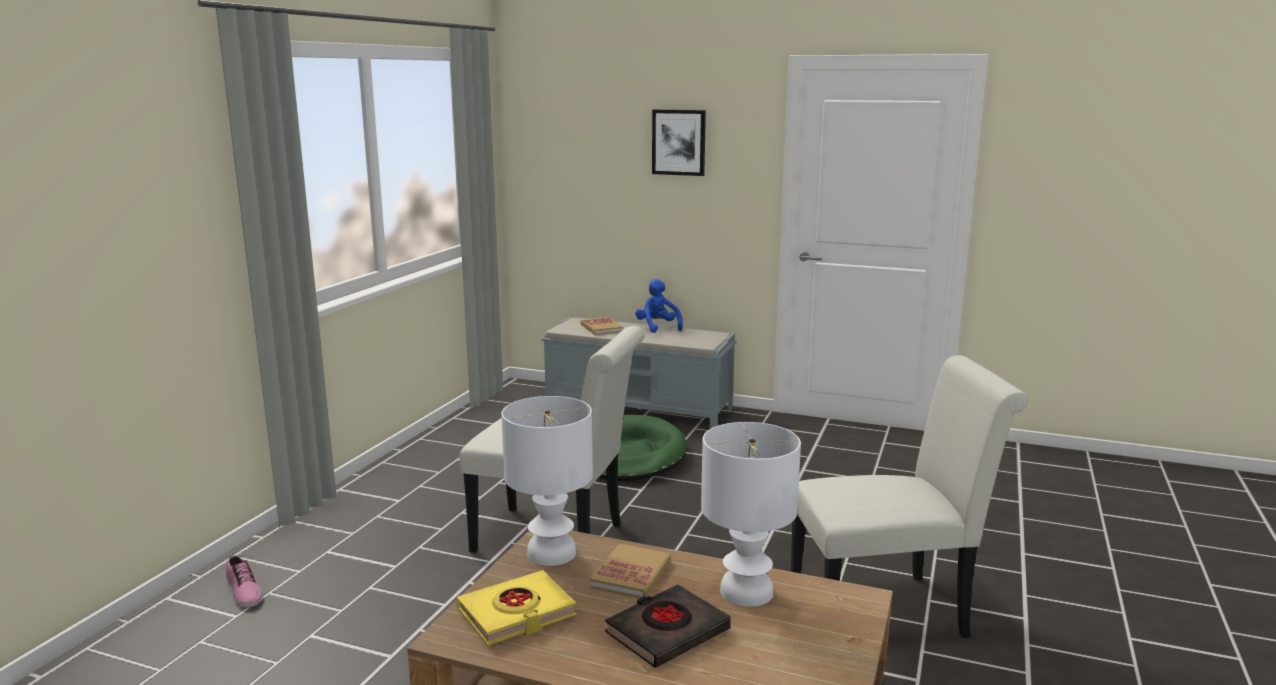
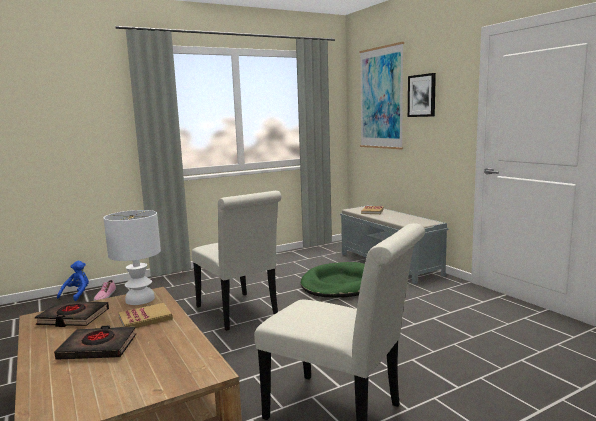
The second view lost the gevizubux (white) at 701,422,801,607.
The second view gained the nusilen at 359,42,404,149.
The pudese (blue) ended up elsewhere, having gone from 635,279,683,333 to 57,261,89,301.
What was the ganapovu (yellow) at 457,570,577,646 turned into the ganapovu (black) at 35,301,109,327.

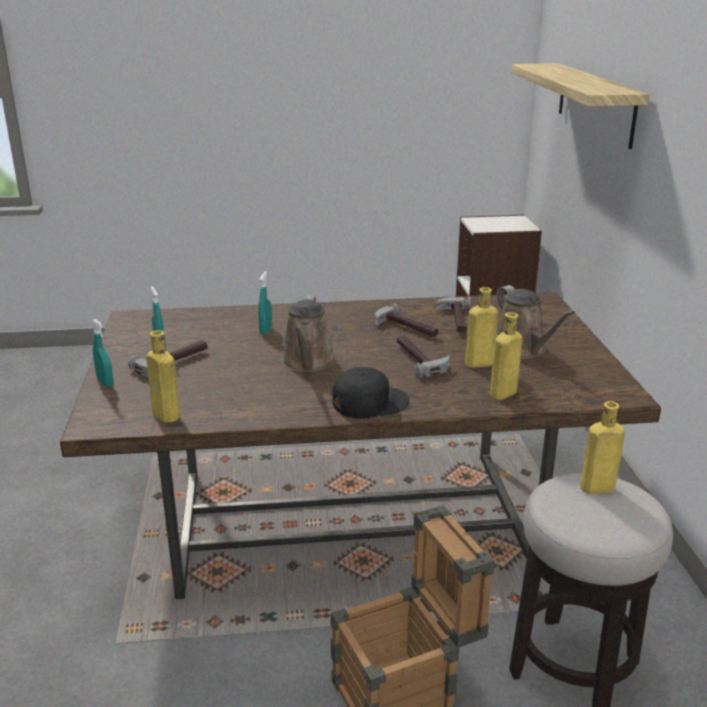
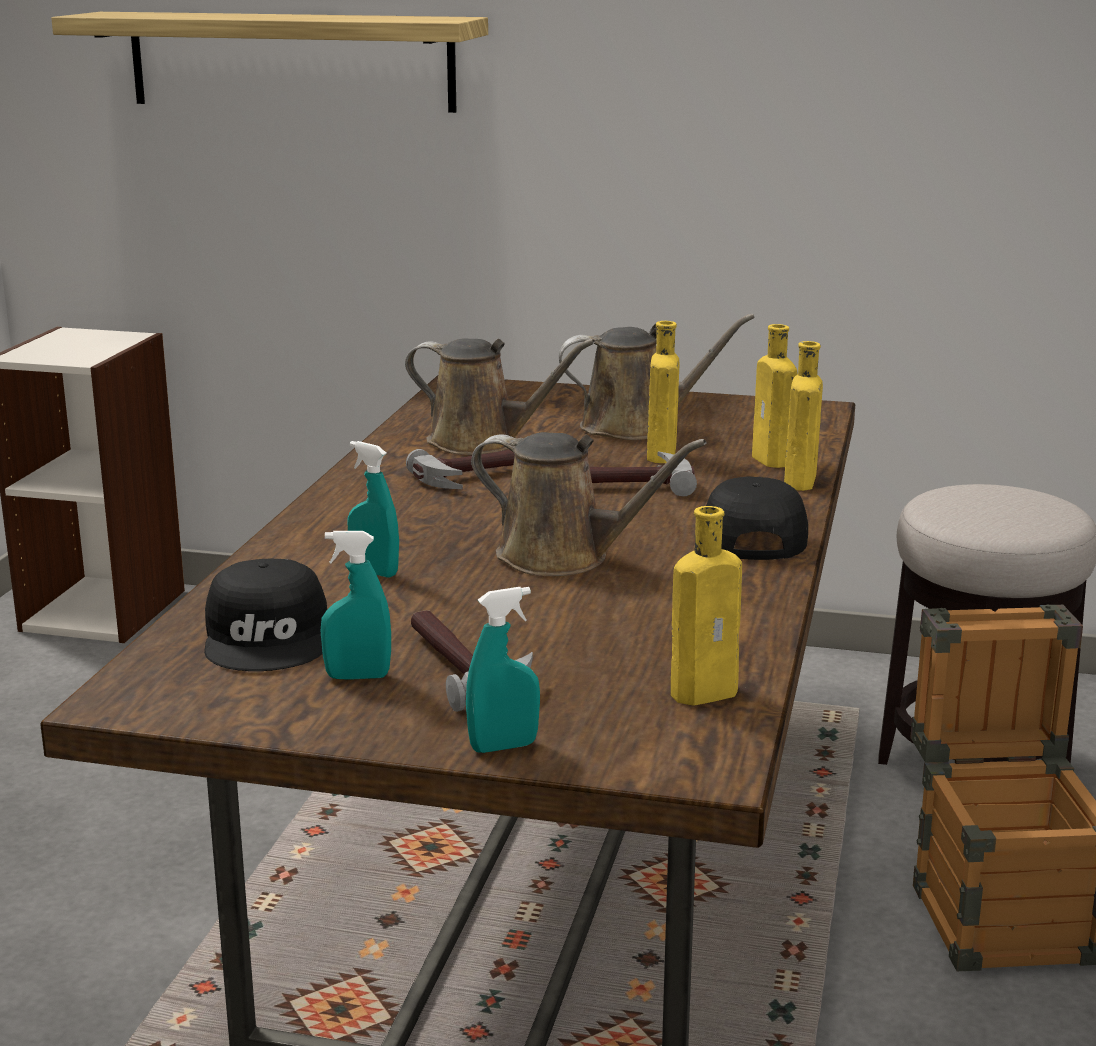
The second view gained the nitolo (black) at 204,559,327,671.
The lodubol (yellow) ended up elsewhere, having gone from 580,401,625,494 to 784,341,823,491.
Where the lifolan stood at 435,297,471,332, the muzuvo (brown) came to stand at 405,338,595,455.

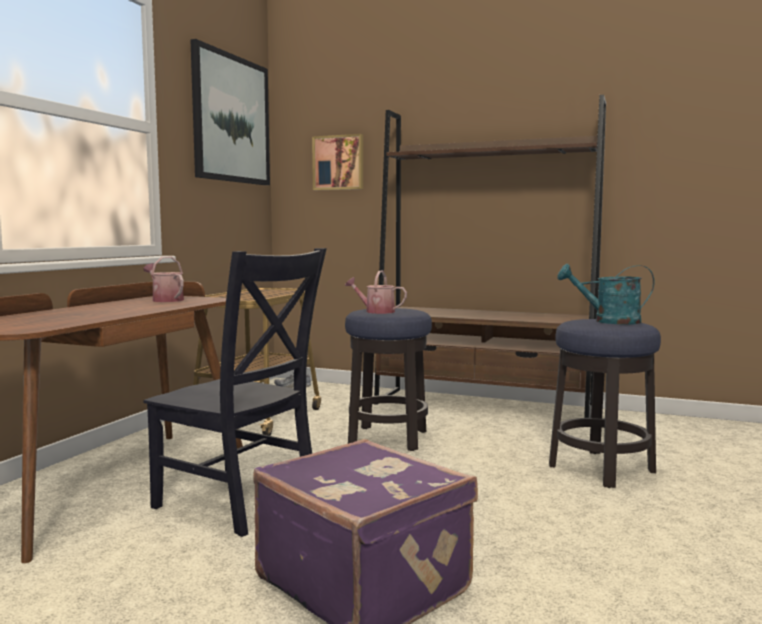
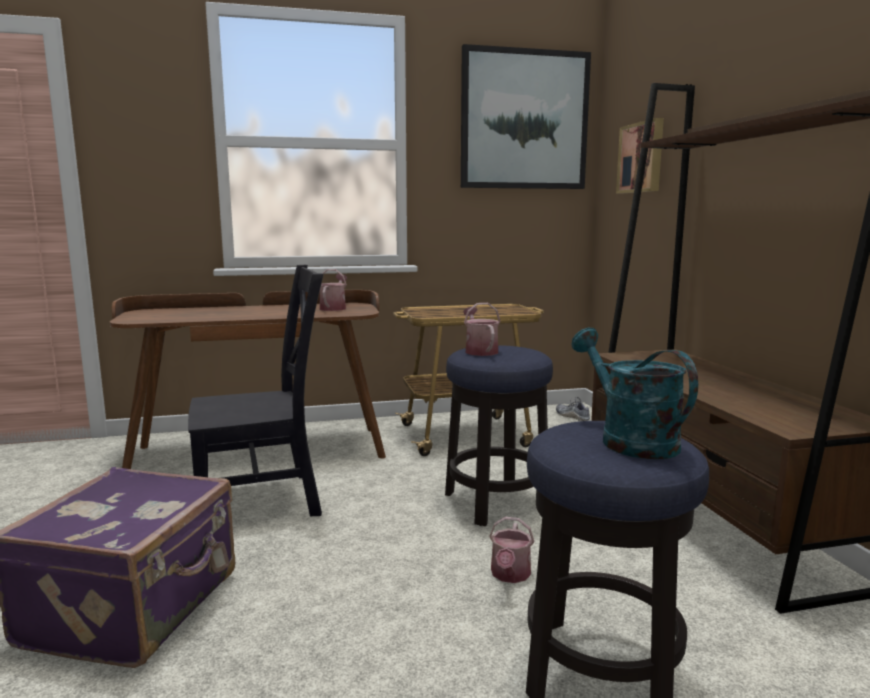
The second view gained the muzuvo at 489,517,534,583.
The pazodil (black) at 143,248,327,537 ended up facing another way, 105 degrees counterclockwise from before.

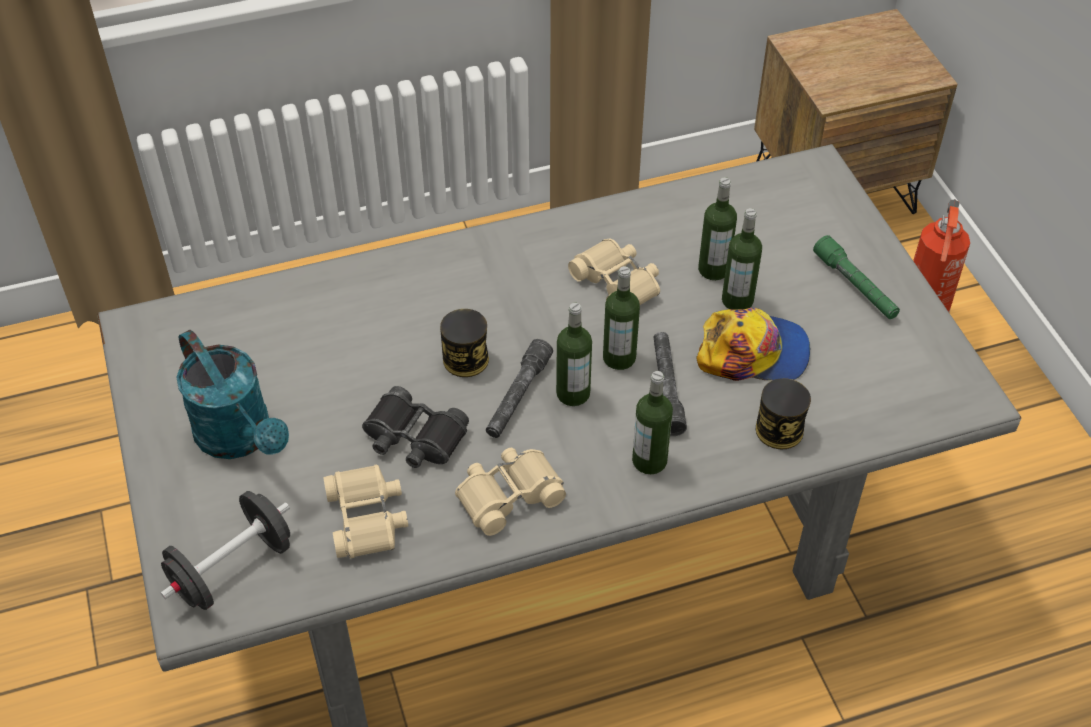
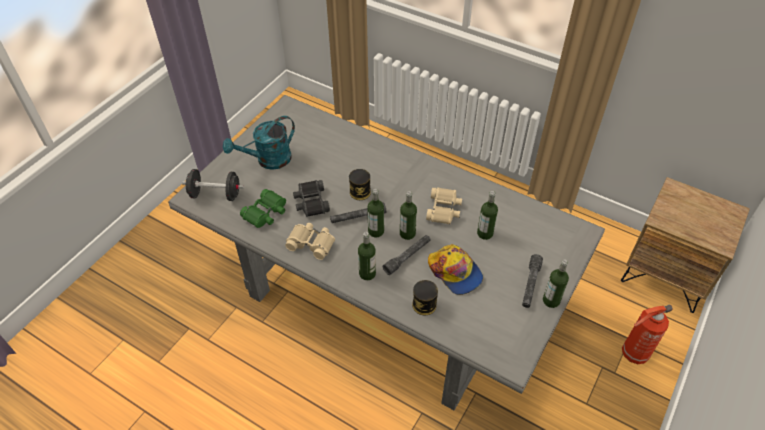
The lodubol ended up elsewhere, having gone from 722,208,762,309 to 543,260,569,308.
What was the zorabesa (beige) at 323,464,408,558 turned into the zorabesa (green) at 240,189,286,228.
What was the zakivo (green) at 813,235,900,319 turned into the zakivo (grey) at 522,254,543,308.
The muzuvo (turquoise) at 176,330,289,459 ended up facing another way, 45 degrees clockwise from before.

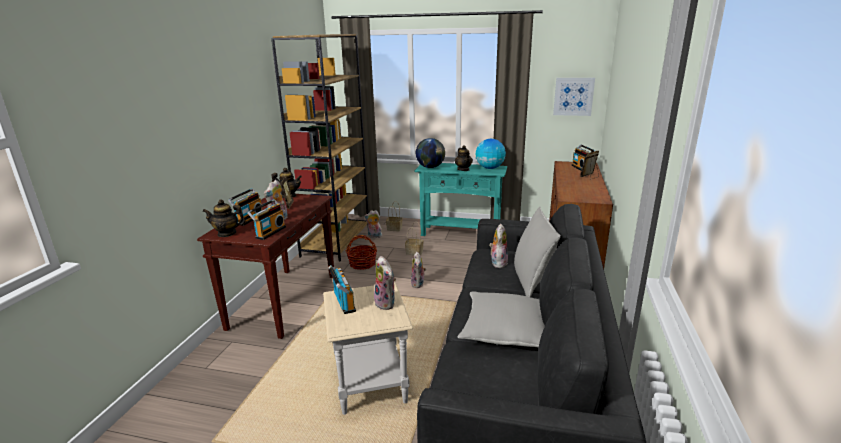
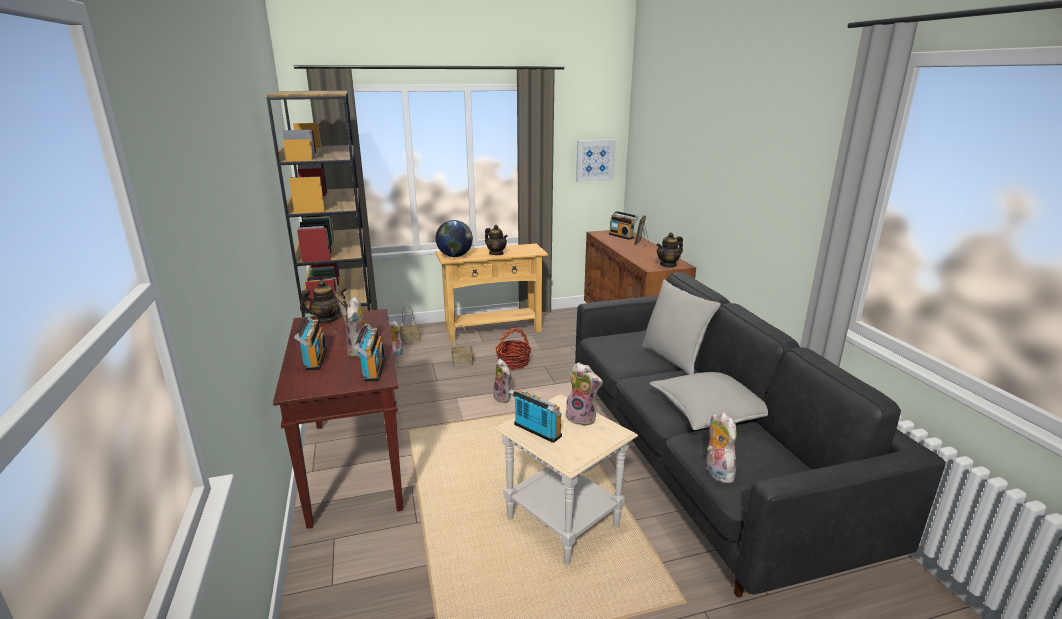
The second view lost the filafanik at 476,139,506,169.
The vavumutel ended up elsewhere, having gone from 202,200,246,237 to 656,232,683,268.
The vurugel ended up elsewhere, having gone from 346,235,377,270 to 495,328,532,370.
The pudese ended up elsewhere, having gone from 489,224,508,268 to 706,412,737,483.
What was the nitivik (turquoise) at 415,163,507,236 turned into the nitivik (beige) at 436,243,548,343.

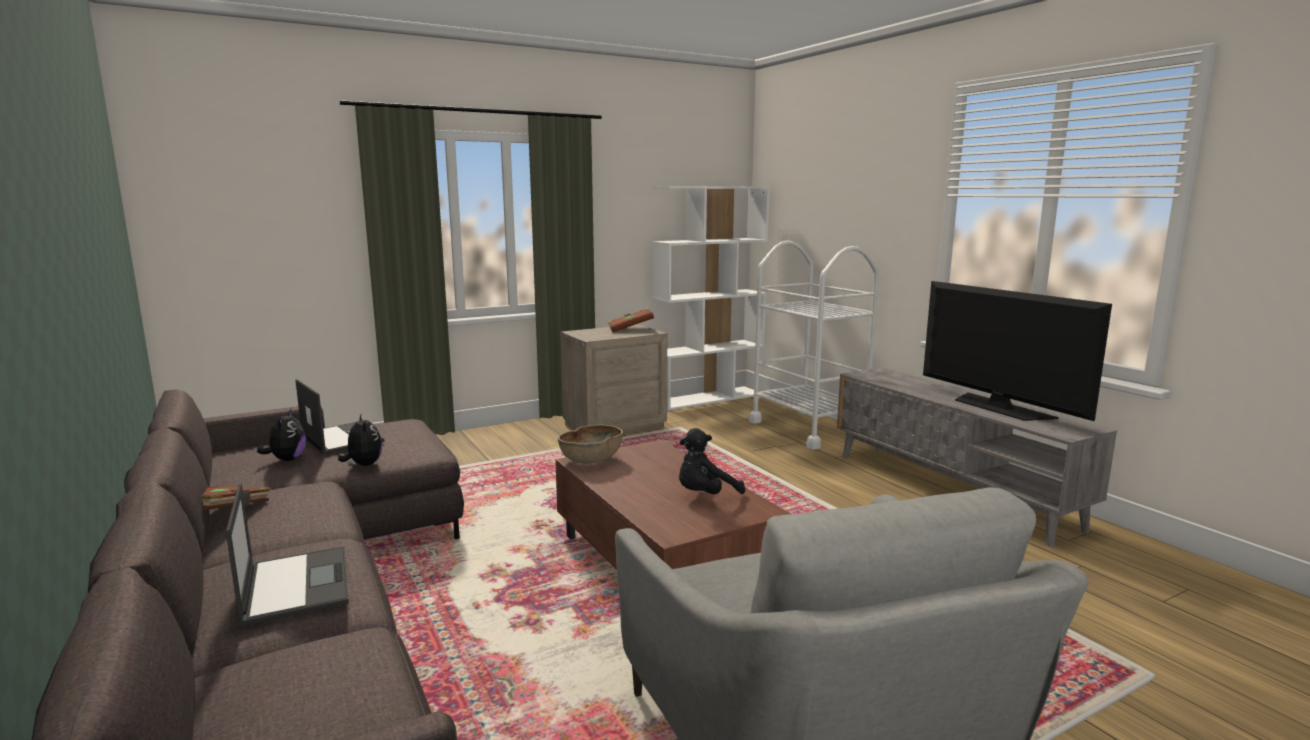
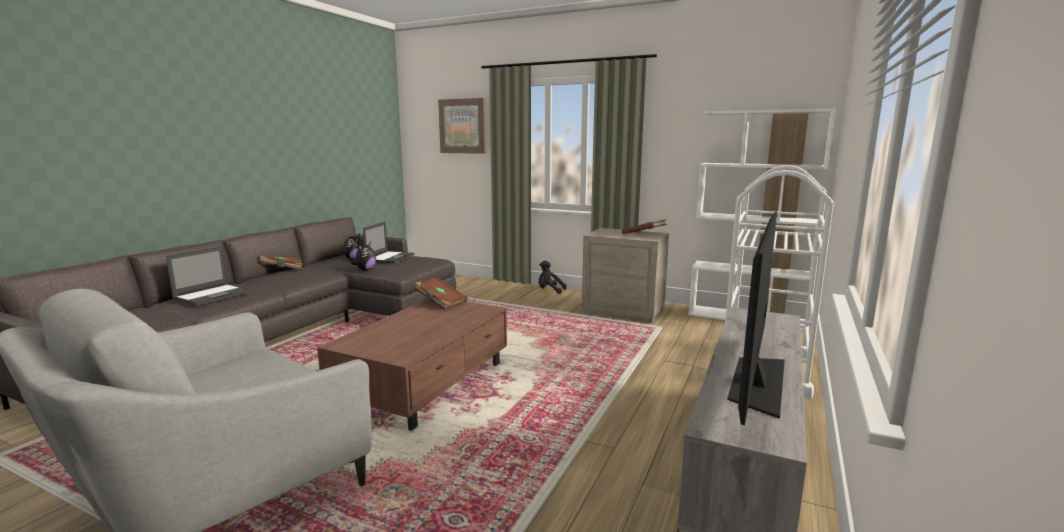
The second view gained the nusilen at 438,98,486,154.
The pudese (black) ended up elsewhere, having gone from 679,428,745,494 to 538,261,567,294.
Where the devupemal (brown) stood at 558,425,623,464, the ganapovu (brown) came to stand at 414,278,467,310.

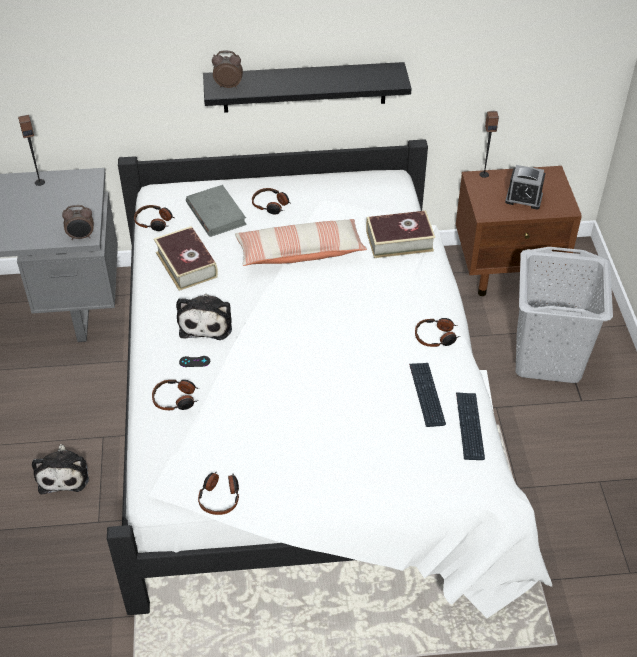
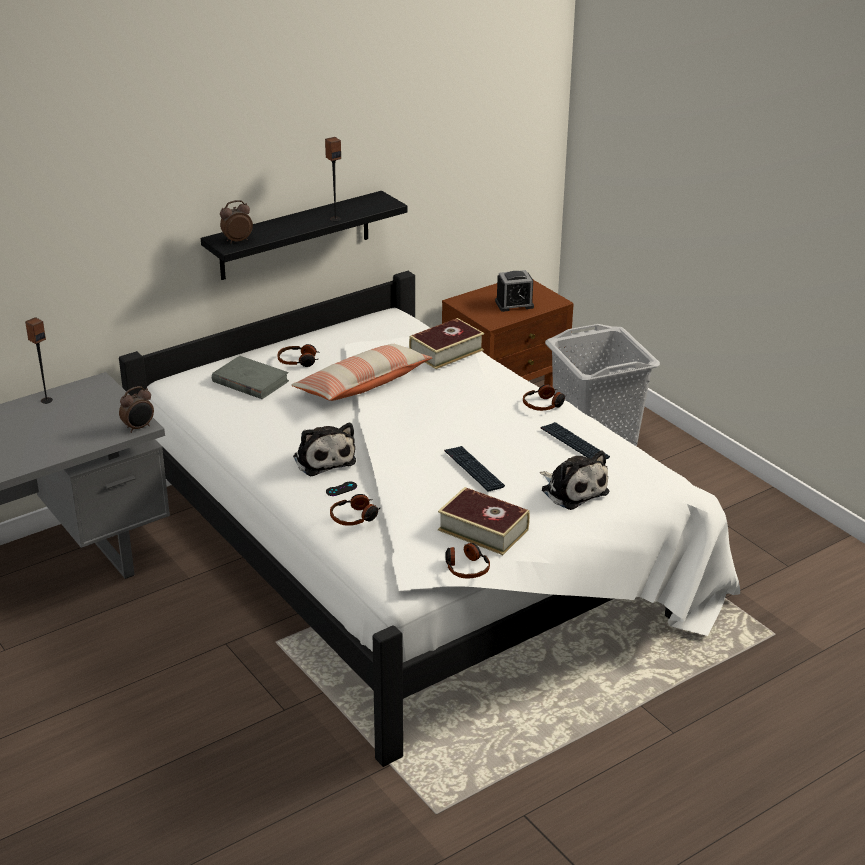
The second view lost the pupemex at 134,205,174,231.
The pudese ended up elsewhere, having gone from 32,444,89,494 to 540,450,610,510.
The ganapovu ended up elsewhere, having gone from 154,226,218,291 to 438,487,530,555.
The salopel ended up elsewhere, having gone from 456,392,485,460 to 444,446,505,492.
The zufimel ended up elsewhere, having gone from 480,111,499,178 to 325,137,341,222.

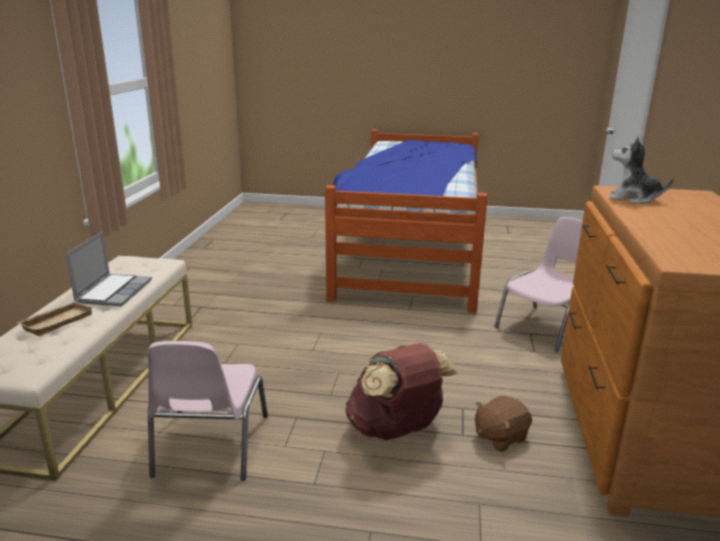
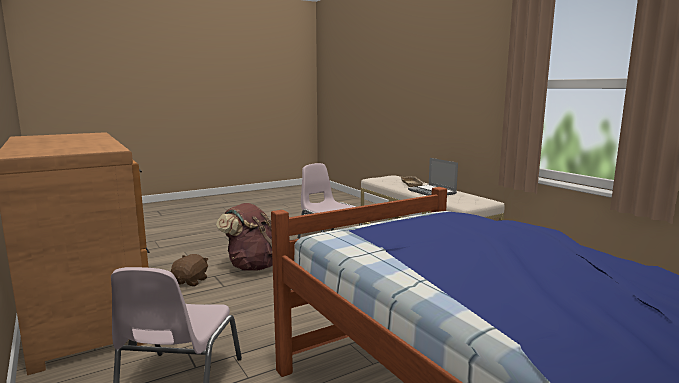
The second view lost the pudese at 609,137,674,204.

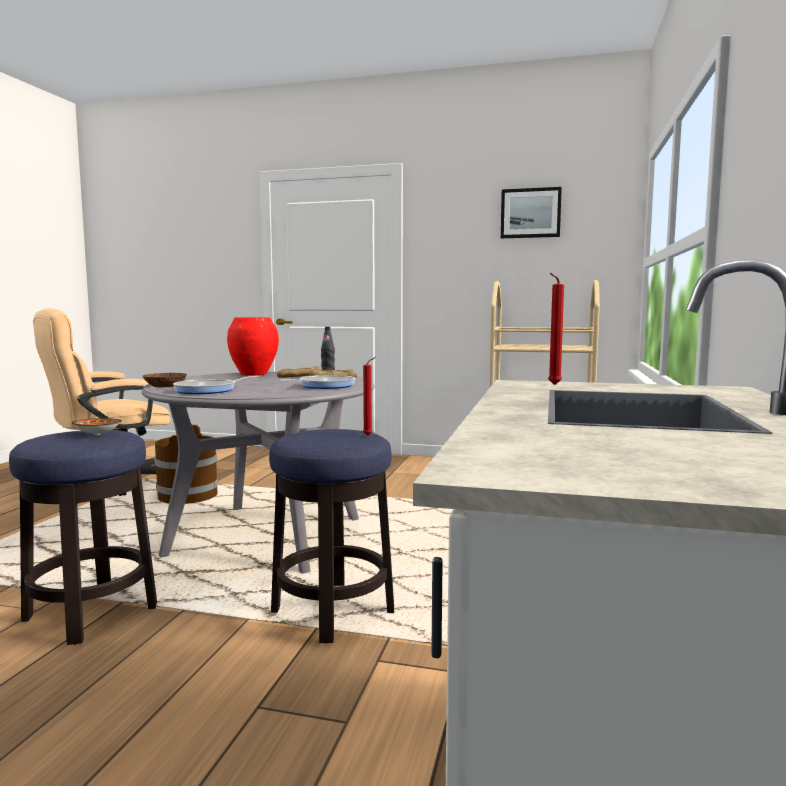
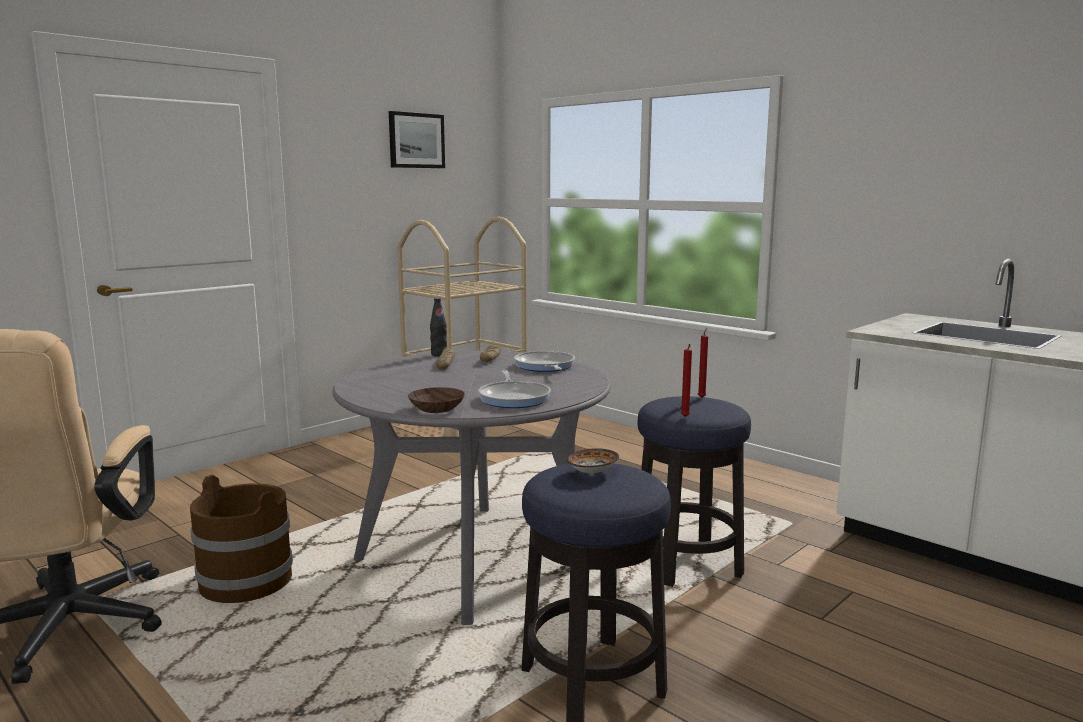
The second view lost the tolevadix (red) at 227,317,279,376.
The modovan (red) ended up elsewhere, having gone from 548,273,564,385 to 681,344,692,417.

